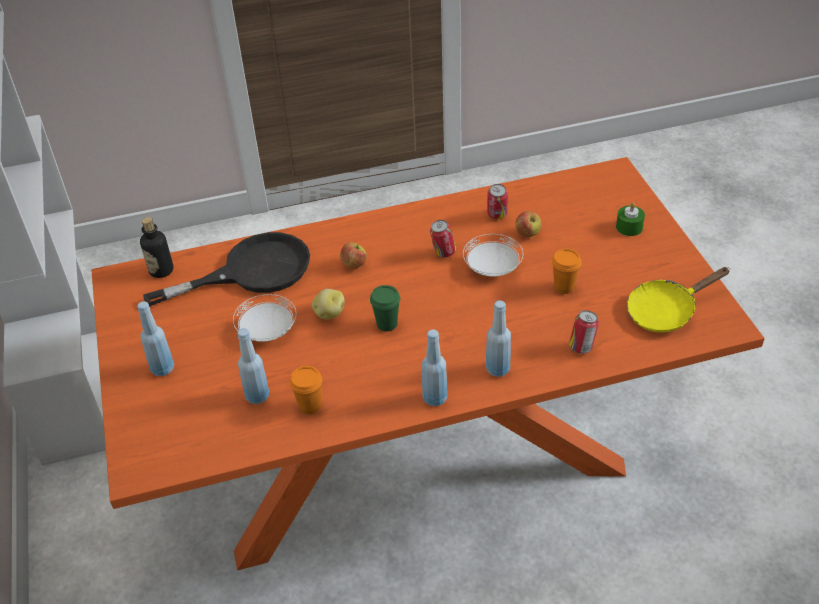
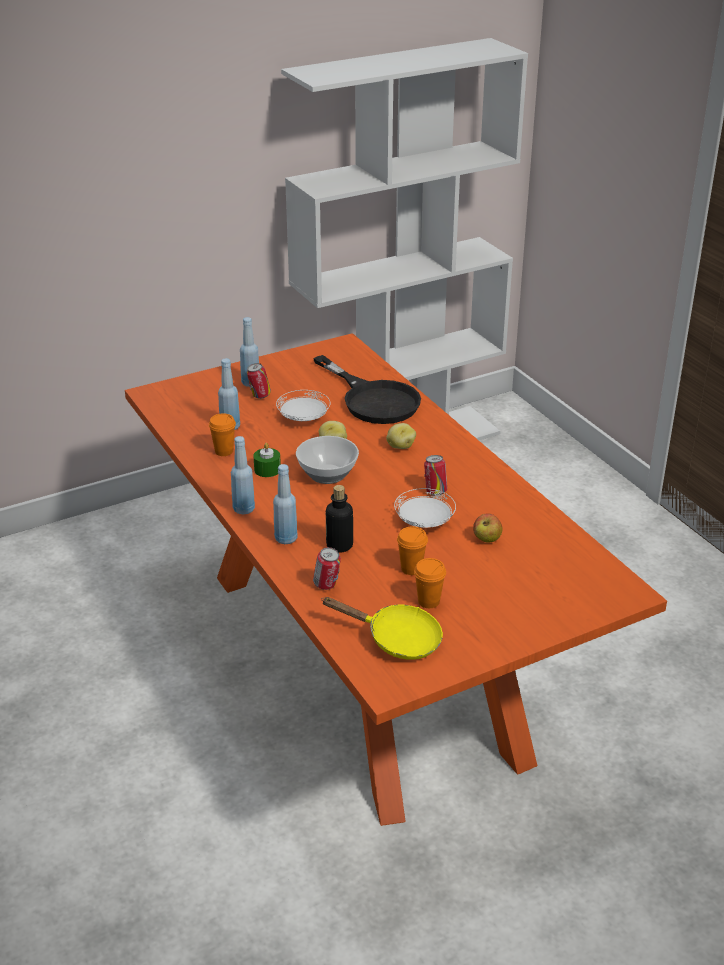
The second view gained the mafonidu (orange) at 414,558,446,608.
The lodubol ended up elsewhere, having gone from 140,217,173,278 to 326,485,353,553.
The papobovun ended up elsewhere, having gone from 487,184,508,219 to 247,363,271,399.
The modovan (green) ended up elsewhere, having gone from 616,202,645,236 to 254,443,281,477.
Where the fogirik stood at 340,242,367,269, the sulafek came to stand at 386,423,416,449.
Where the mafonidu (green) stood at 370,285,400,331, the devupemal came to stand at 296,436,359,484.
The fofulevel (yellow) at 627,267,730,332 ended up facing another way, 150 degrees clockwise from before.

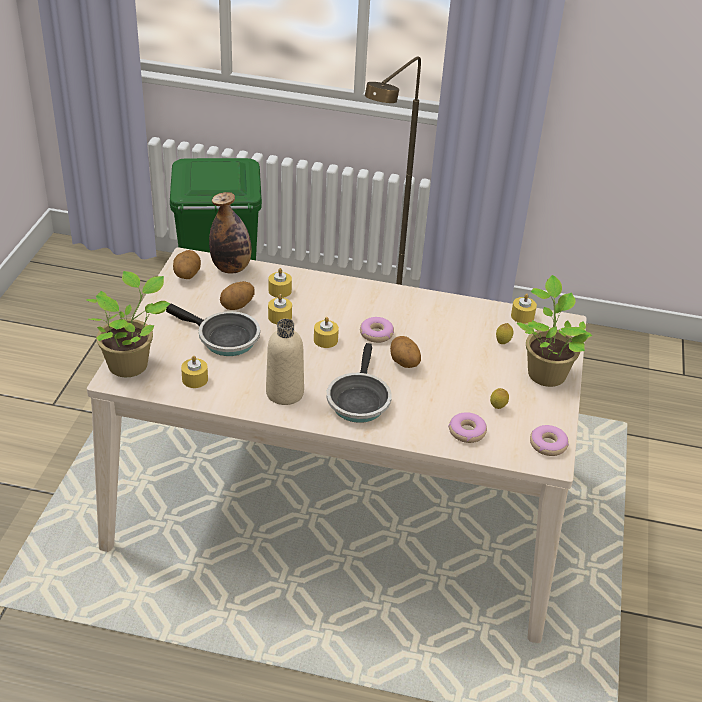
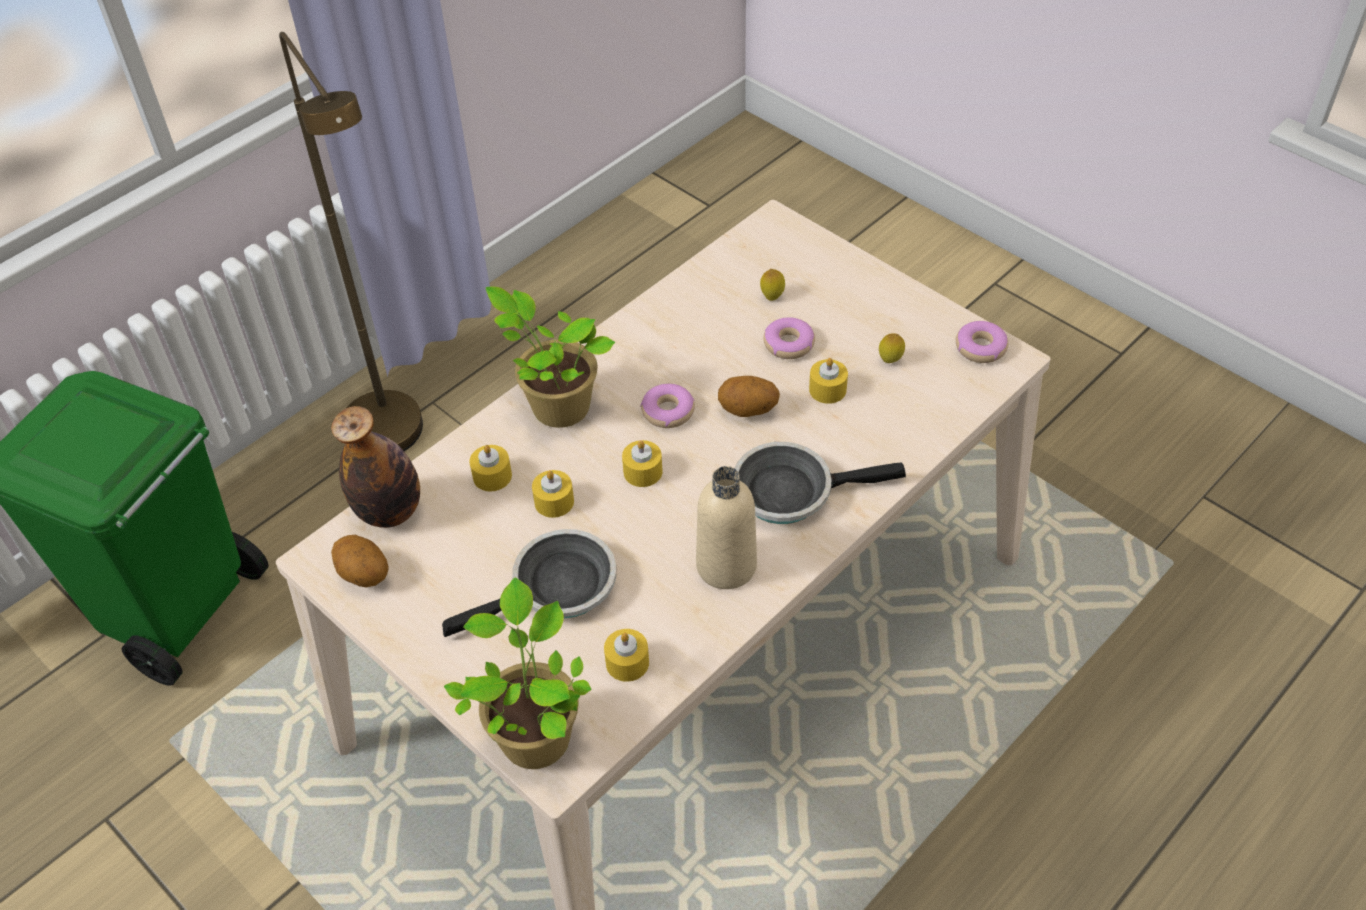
The second view lost the sulafek at 220,281,255,310.
The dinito ended up elsewhere, having gone from 448,412,487,443 to 763,317,815,359.
The modovan (yellow) ended up elsewhere, having gone from 511,294,537,324 to 809,358,848,404.
The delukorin ended up elsewhere, having gone from 517,275,593,387 to 486,287,615,428.
The fofulevel at 327,343,392,423 ended up facing another way, 135 degrees clockwise from before.

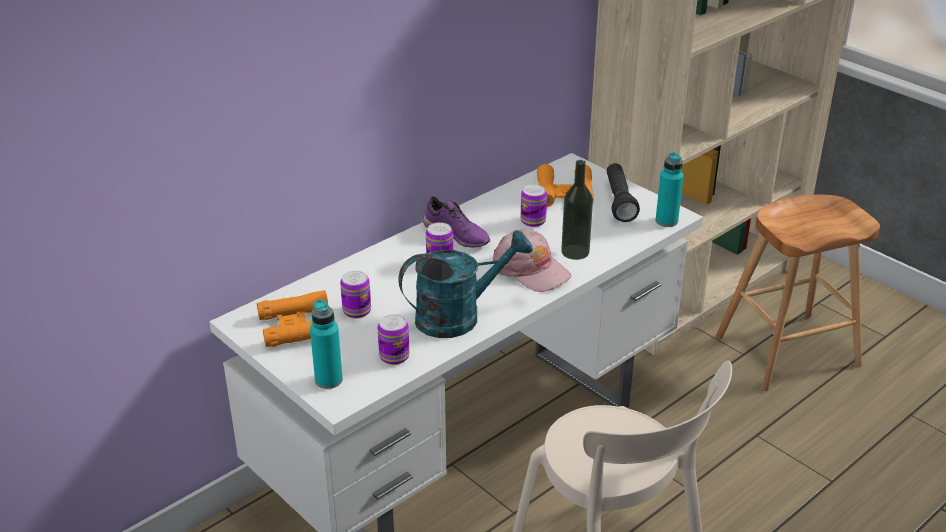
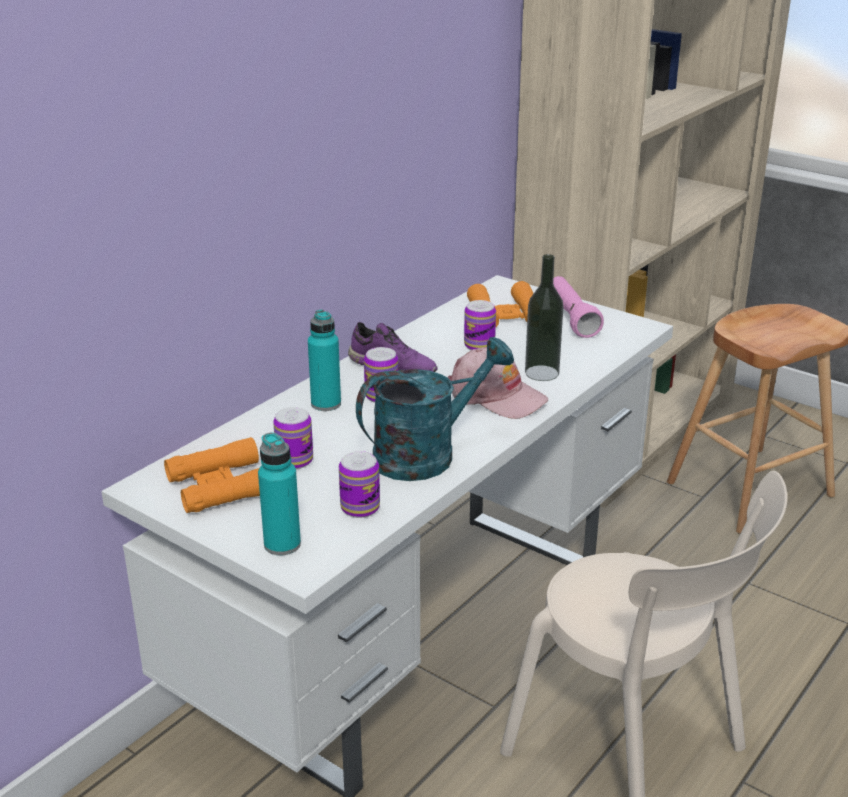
The lodubol (turquoise) ended up elsewhere, having gone from 656,152,684,227 to 308,310,341,411.
What was the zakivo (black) at 607,163,640,222 turned into the zakivo (pink) at 553,276,604,338.

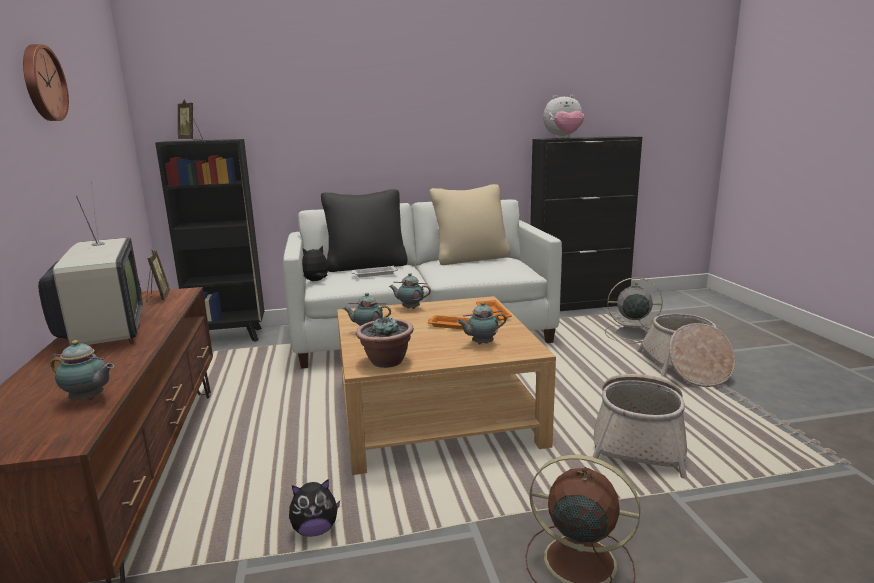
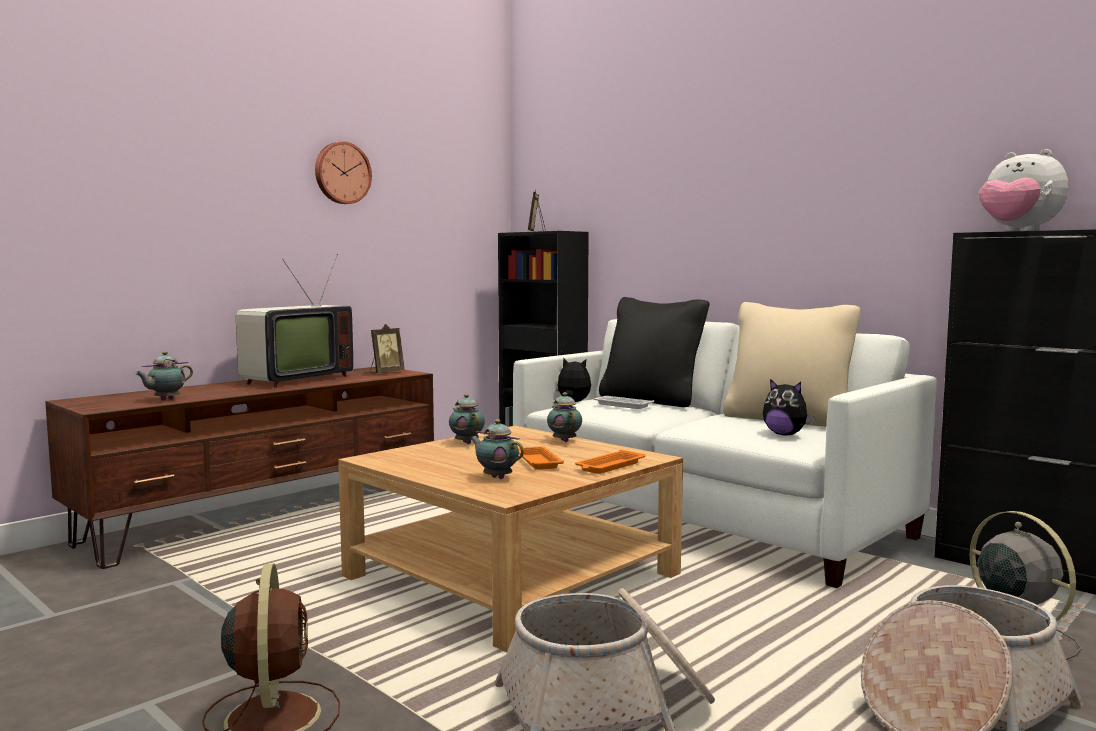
The second view lost the delukorin at 356,316,414,368.
The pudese ended up elsewhere, having gone from 289,479,340,537 to 763,379,815,435.
The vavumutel at 50,340,114,400 ended up facing another way, 60 degrees clockwise from before.

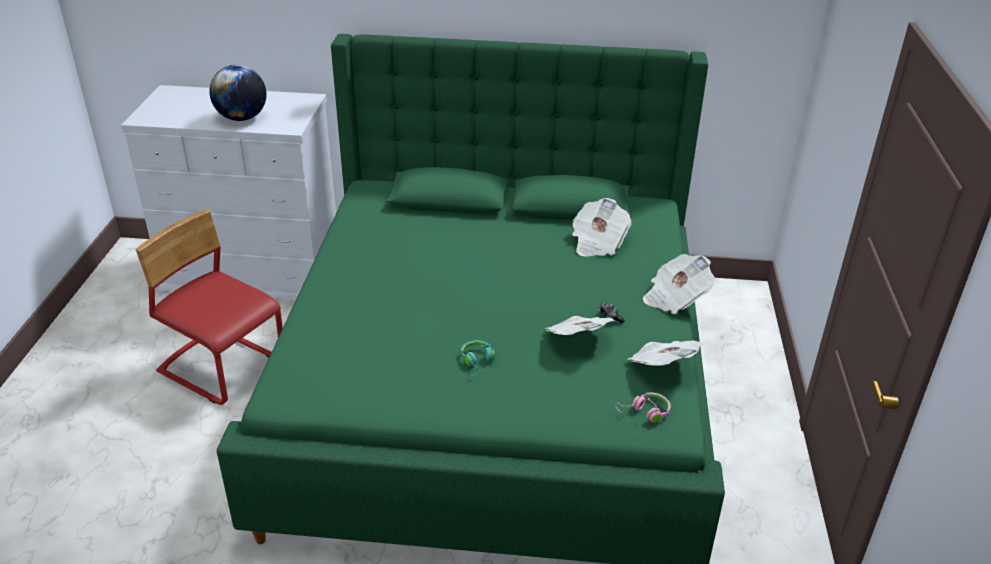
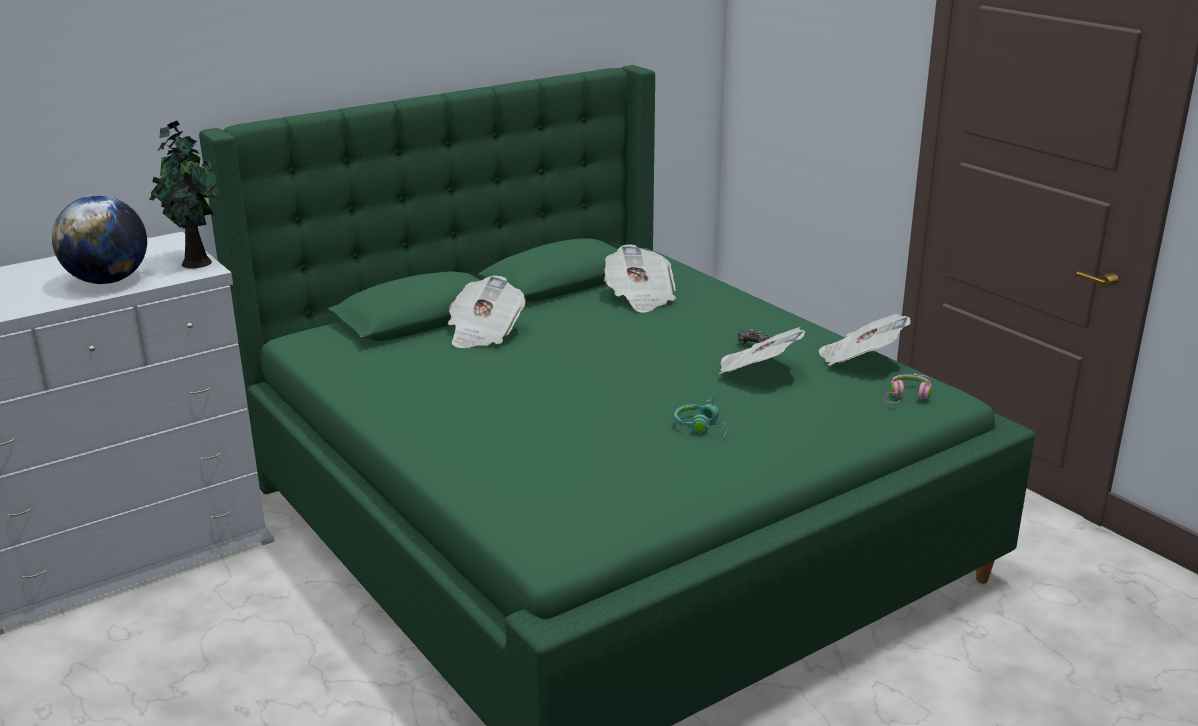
The second view lost the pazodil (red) at 136,209,283,405.
The second view gained the delukorin at 149,121,221,268.
The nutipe ended up elsewhere, having gone from 643,254,715,314 to 448,276,526,348.

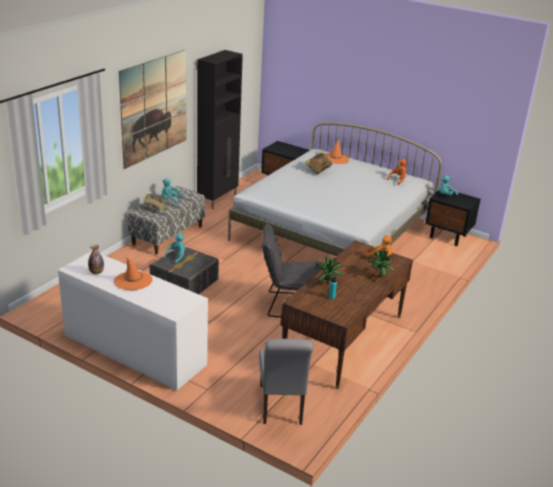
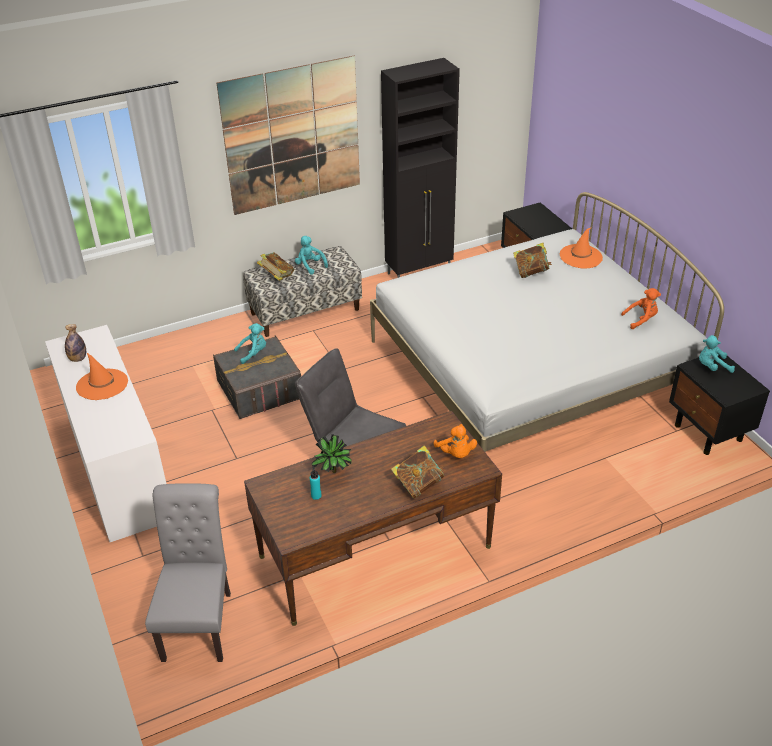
Where the delukorin stood at 368,250,394,277, the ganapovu came to stand at 391,445,445,499.
The pazodil (grey) at 259,339,314,425 ended up facing another way, 150 degrees clockwise from before.

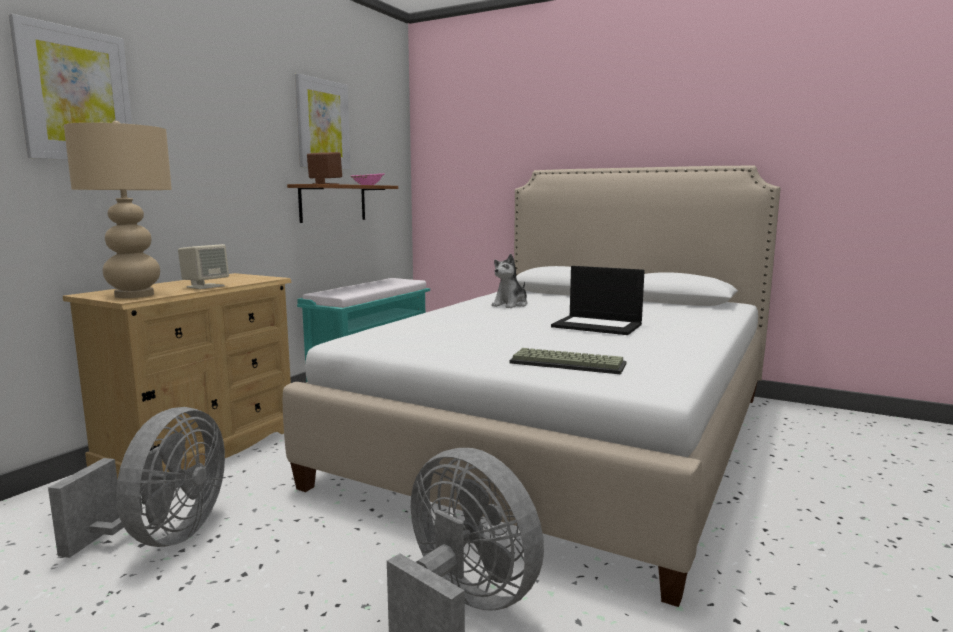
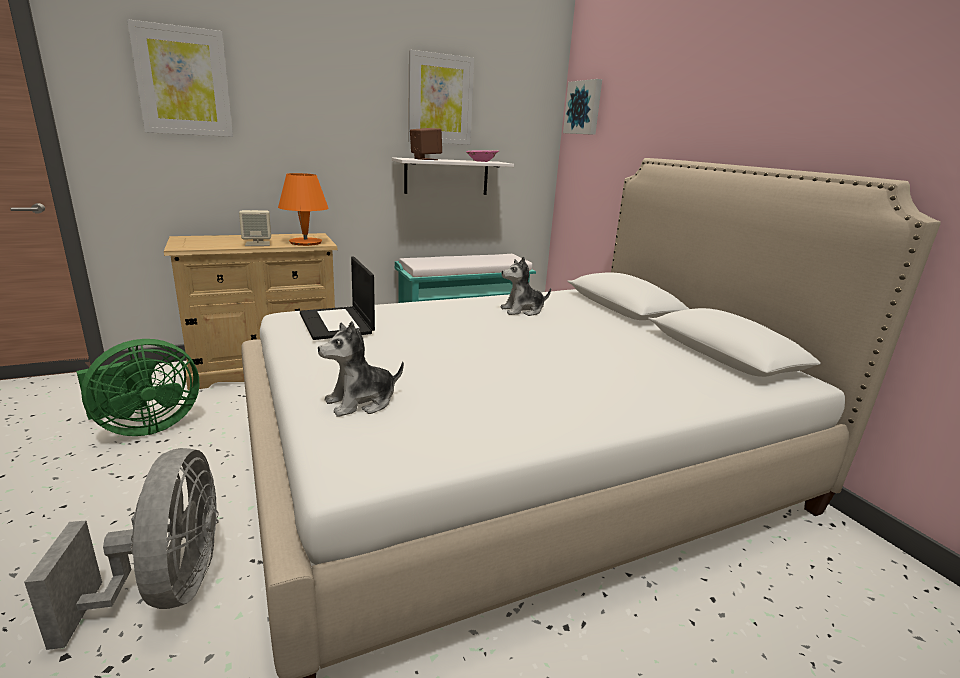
The second view lost the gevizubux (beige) at 64,121,172,298.
The second view gained the gevizubux (orange) at 278,173,329,246.
The second view gained the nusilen at 563,79,602,135.
The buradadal ended up elsewhere, having gone from 551,266,645,335 to 300,256,375,340.
Where the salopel stood at 510,348,626,375, the pudese came to stand at 318,321,404,417.
What was the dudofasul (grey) at 48,407,225,558 turned into the dudofasul (green) at 76,339,199,436.
What was the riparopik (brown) at 287,184,398,223 turned into the riparopik (white) at 392,157,514,195.

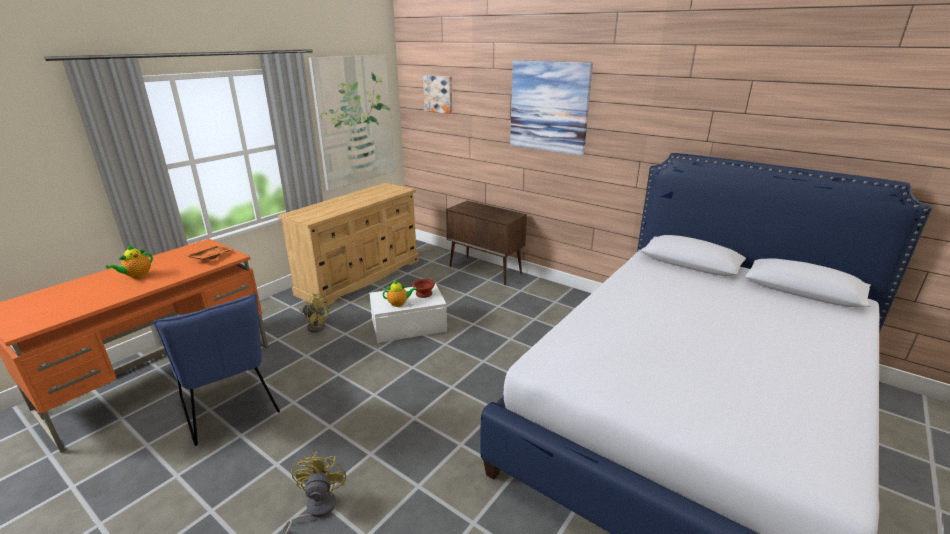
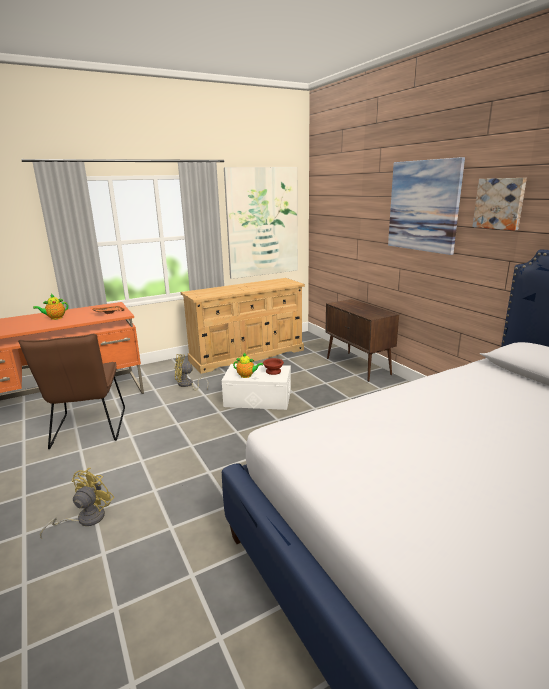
The nusilen ended up elsewhere, having gone from 423,75,453,114 to 473,178,527,230.
What was the pazodil (blue) at 154,294,280,446 turned into the pazodil (brown) at 18,334,125,449.
The dudofasul (yellow) at 299,293,329,333 ended up facing another way, 135 degrees clockwise from before.

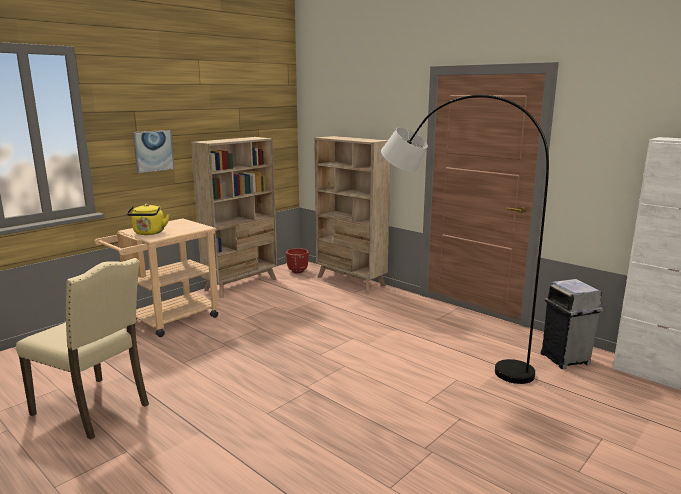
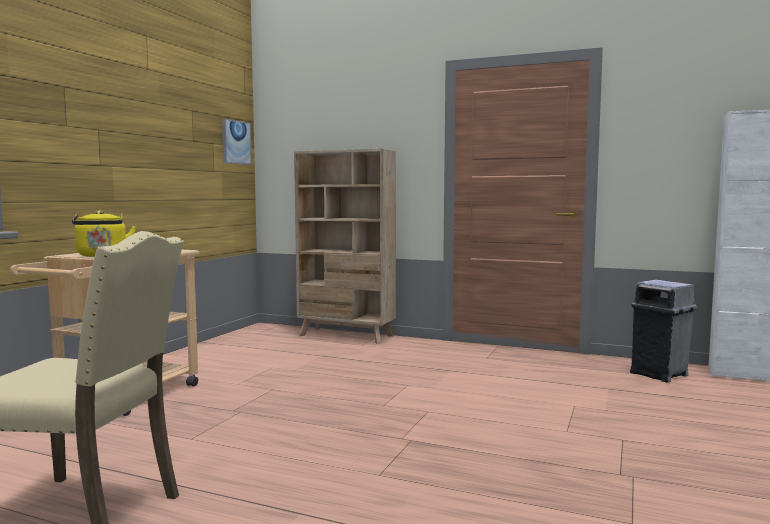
The second view lost the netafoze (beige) at 191,137,277,298.
The second view lost the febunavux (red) at 286,248,309,273.
The second view lost the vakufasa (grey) at 381,95,549,384.
The nusilen ended up elsewhere, having gone from 133,130,174,173 to 222,118,252,165.

